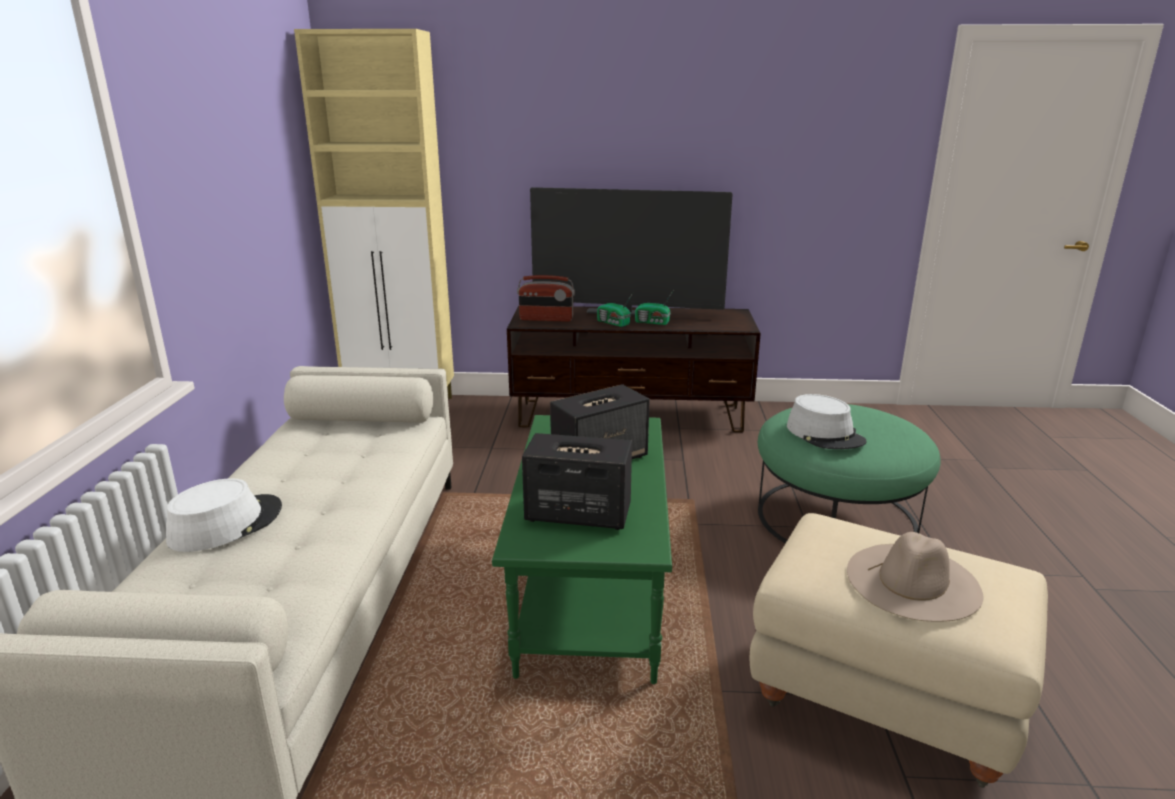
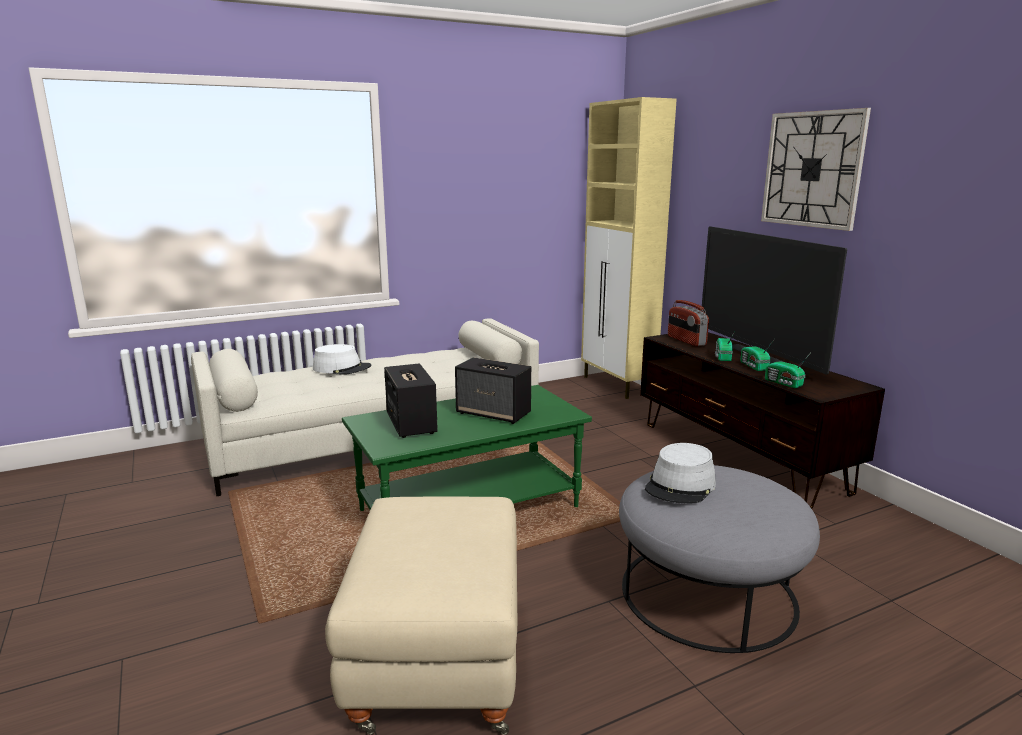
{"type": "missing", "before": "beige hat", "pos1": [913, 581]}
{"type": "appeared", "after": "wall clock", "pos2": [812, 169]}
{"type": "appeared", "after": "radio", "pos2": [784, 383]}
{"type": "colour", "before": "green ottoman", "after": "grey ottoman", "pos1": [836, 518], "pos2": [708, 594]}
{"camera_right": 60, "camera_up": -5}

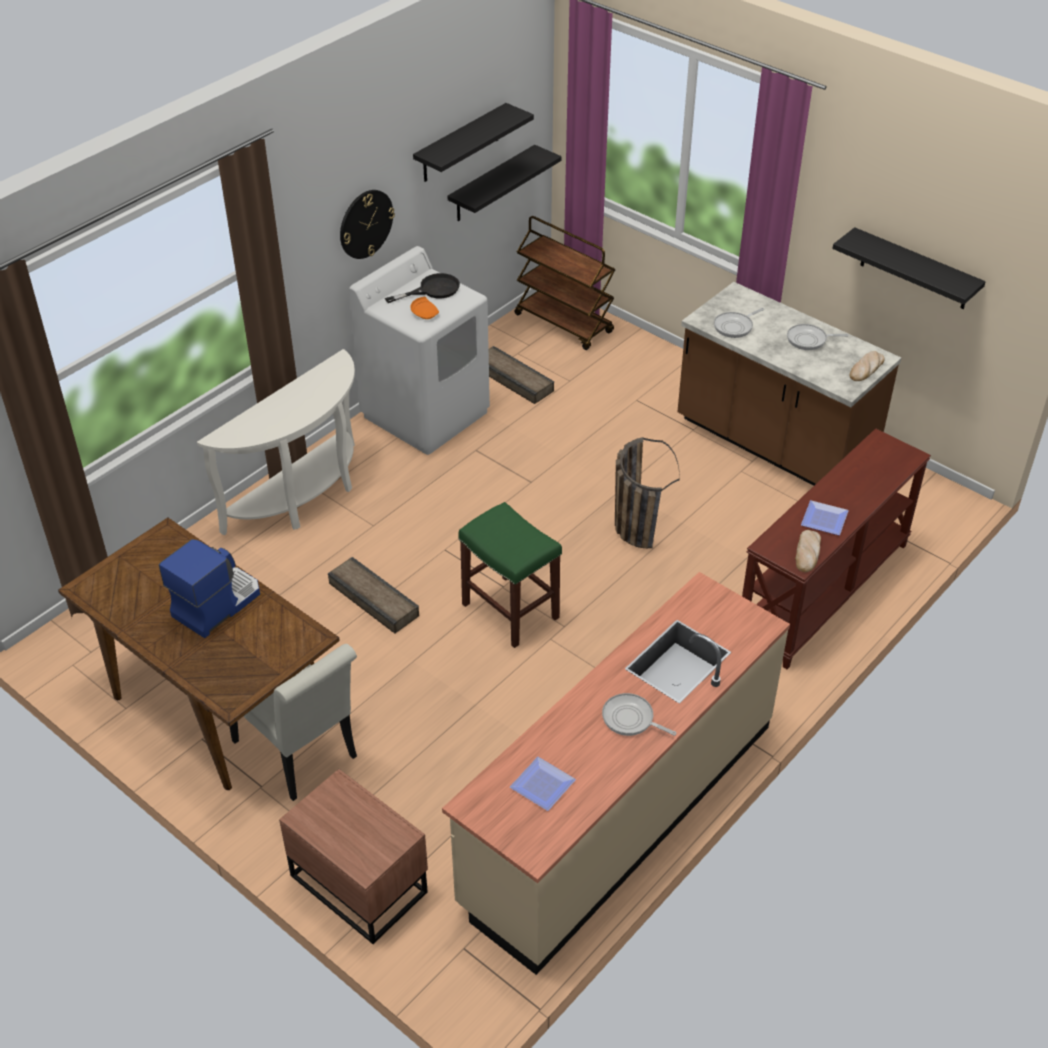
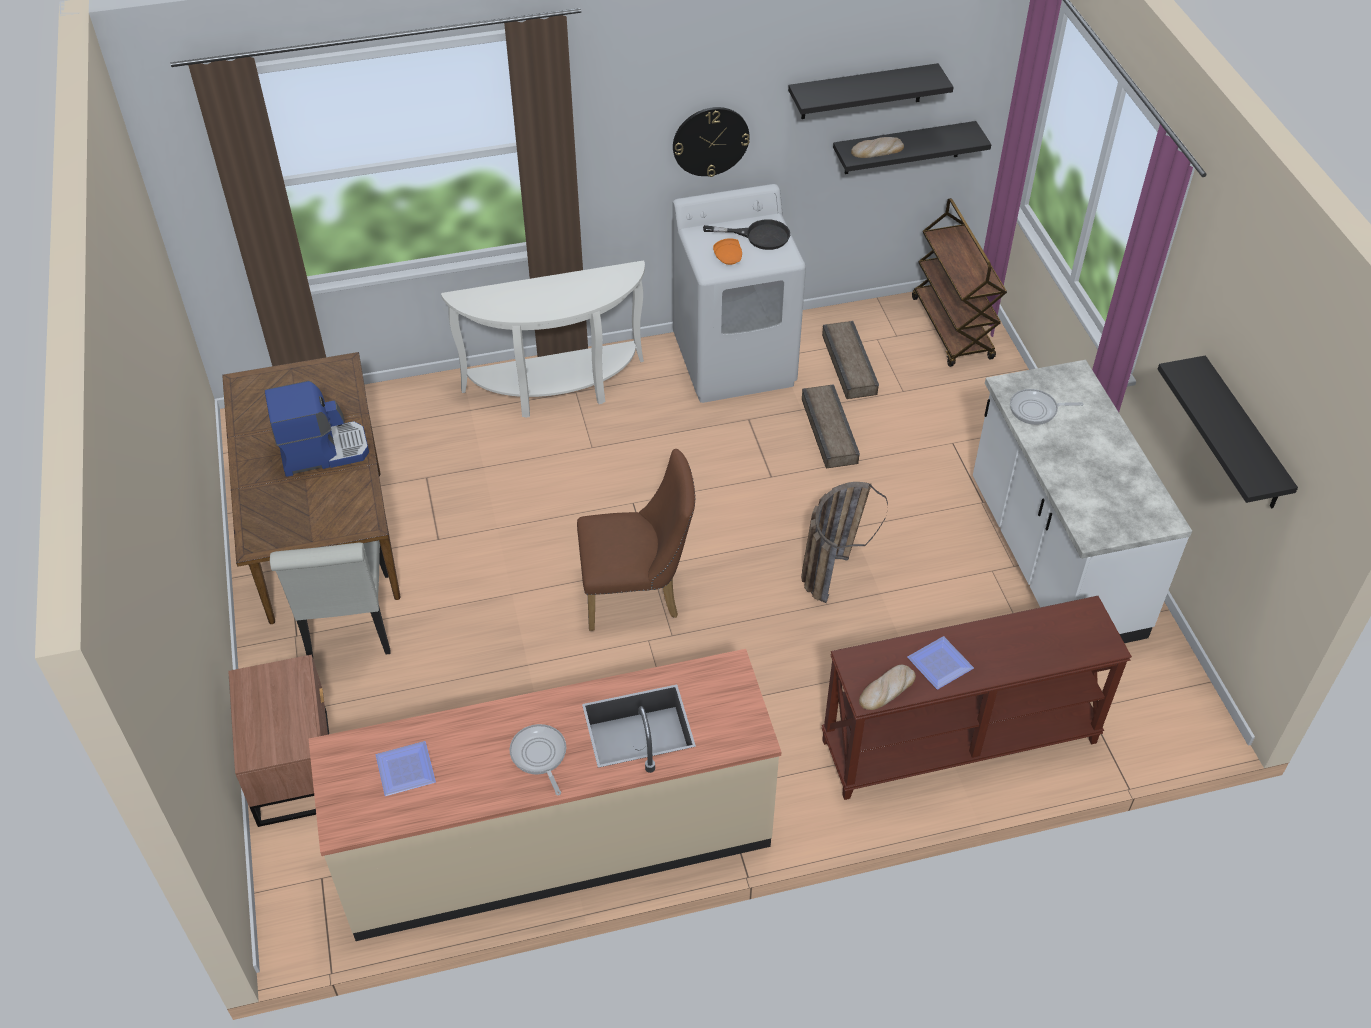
{"type": "missing", "before": "frying pan", "pos1": [809, 340]}
{"type": "relocated", "before": "crate", "pos1": [374, 598], "pos2": [830, 430]}
{"type": "relocated", "before": "bread", "pos1": [866, 369], "pos2": [877, 151]}
{"type": "exchanged", "before": "green stool", "after": "brown chair", "pos1": [511, 611], "pos2": [638, 594]}
{"type": "colour", "before": "brown counter", "after": "white counter", "pos1": [773, 445], "pos2": [1052, 560]}
{"camera_right": 35, "camera_up": 5}

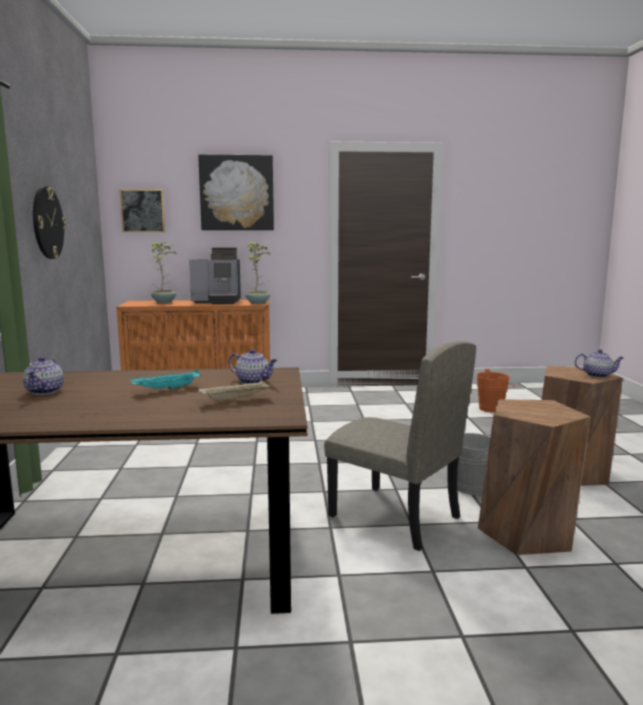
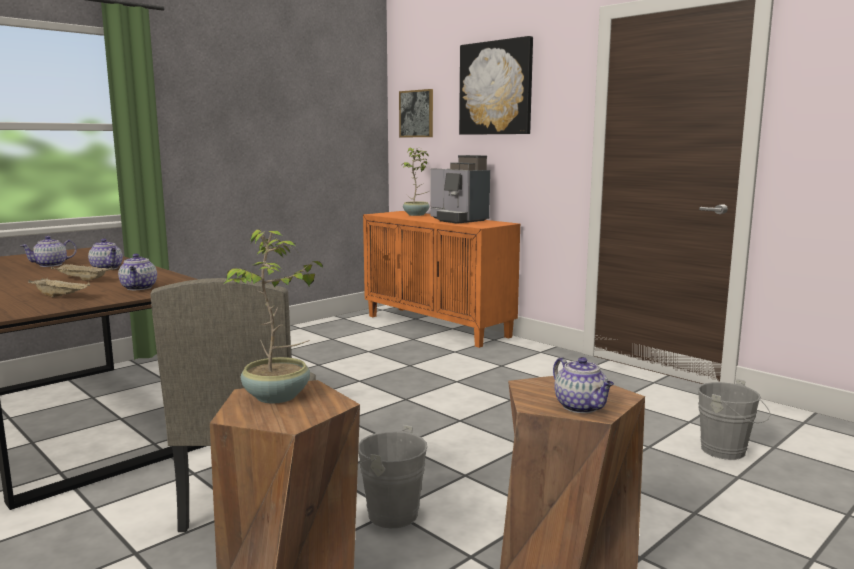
{"type": "missing", "before": "wall clock", "pos1": [47, 223]}
{"type": "appeared", "after": "teapot", "pos2": [107, 268]}
{"type": "relocated", "before": "potted plant", "pos1": [258, 303], "pos2": [278, 397]}
{"type": "colour", "before": "turquoise tray", "after": "beige tray", "pos1": [166, 390], "pos2": [81, 279]}
{"type": "colour", "before": "orange bucket", "after": "grey bucket", "pos1": [493, 408], "pos2": [728, 452]}
{"camera_right": 50, "camera_up": 0}

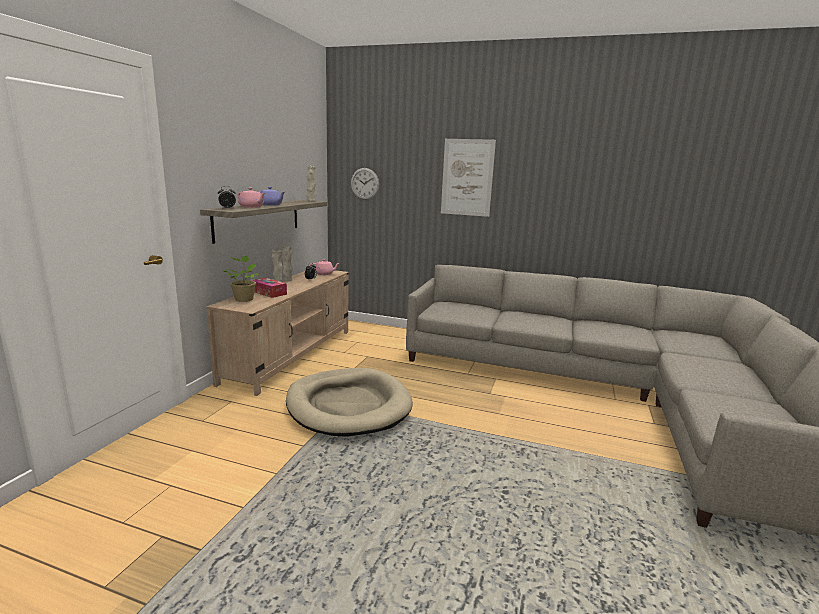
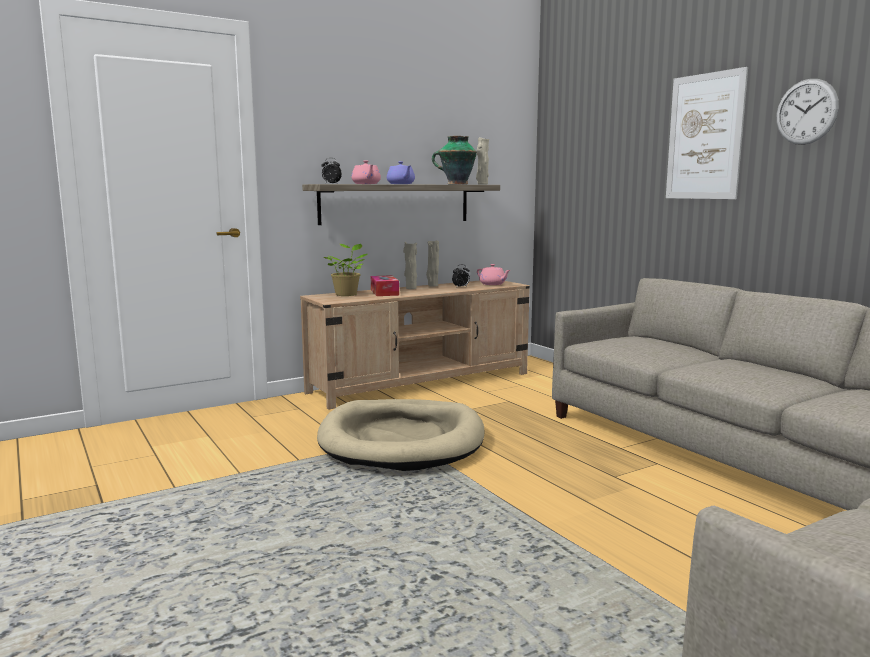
{"type": "appeared", "after": "vase", "pos2": [456, 184]}
{"type": "relocated", "before": "wall clock", "pos1": [364, 183], "pos2": [806, 112]}
{"camera_right": 40, "camera_up": -5}

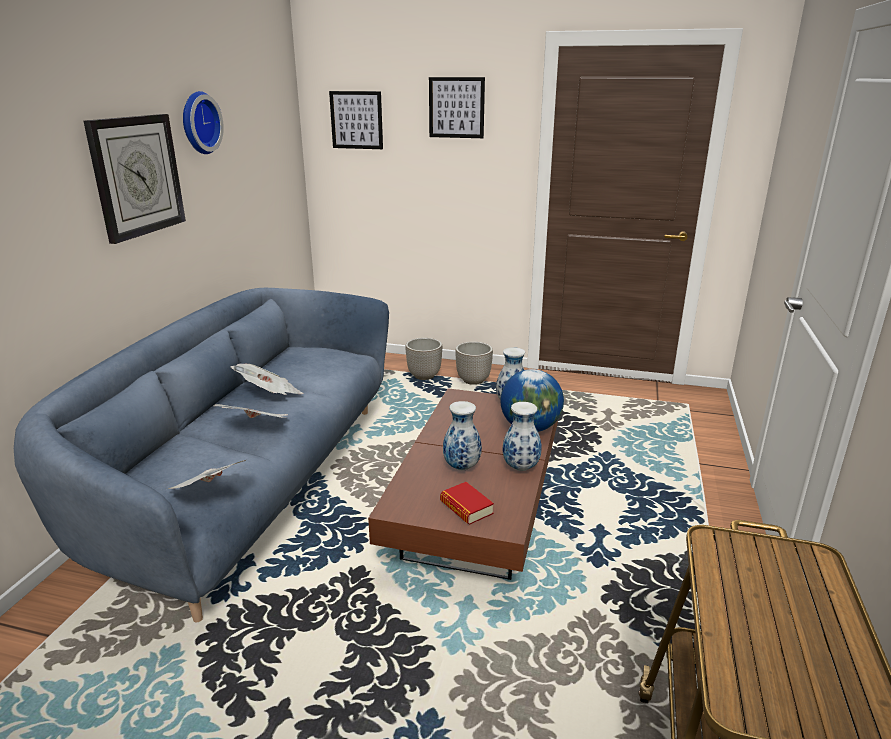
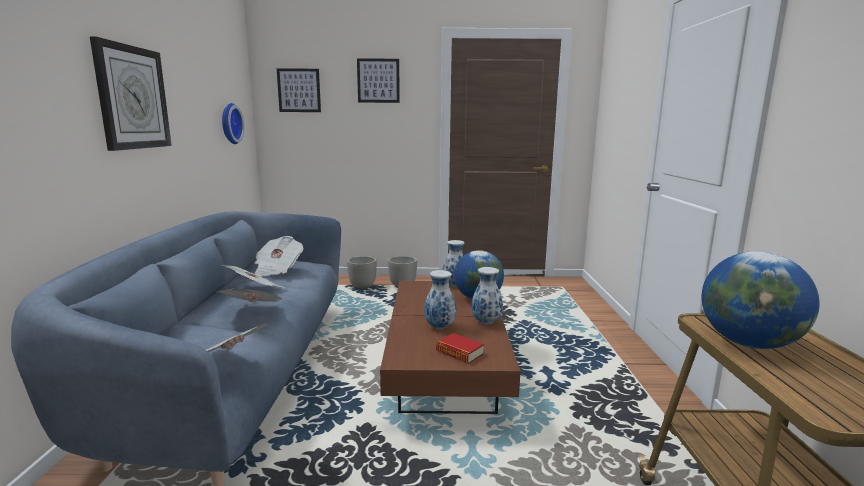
{"type": "appeared", "after": "newspaper", "pos2": [277, 269]}
{"type": "appeared", "after": "globe", "pos2": [749, 343]}
{"type": "relocated", "before": "wall clock", "pos1": [198, 123], "pos2": [229, 123]}
{"camera_right": -15, "camera_up": -10}

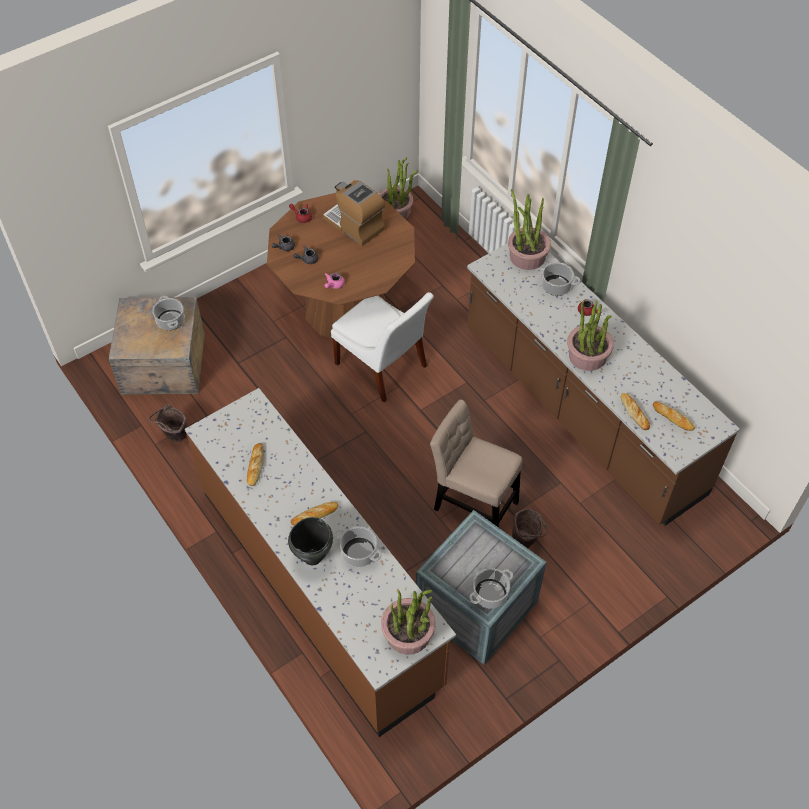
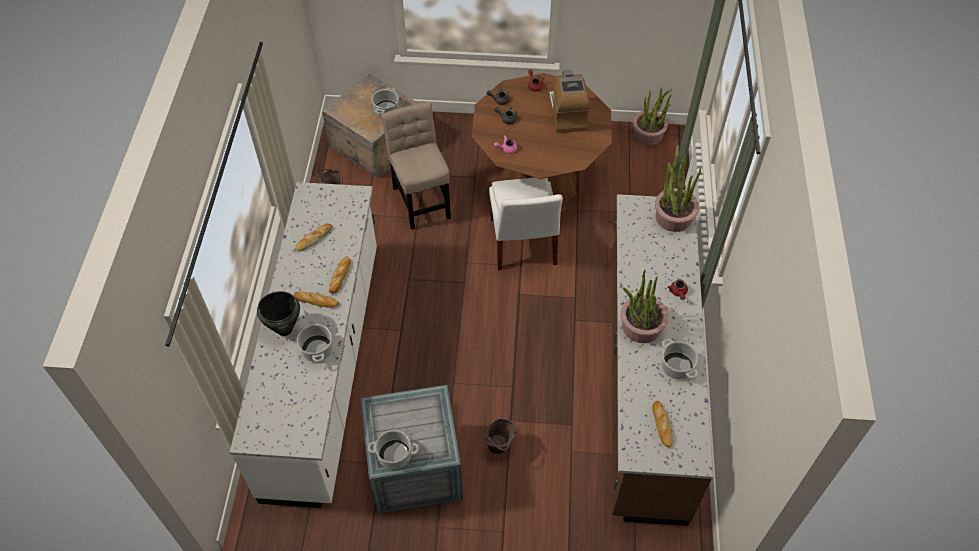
{"type": "missing", "before": "potted plant", "pos1": [408, 634]}
{"type": "relocated", "before": "beige chair", "pos1": [472, 502], "pos2": [421, 199]}
{"type": "relocated", "before": "cooking pot", "pos1": [556, 286], "pos2": [677, 367]}
{"type": "relocated", "before": "bread", "pos1": [634, 413], "pos2": [340, 276]}
{"type": "colour", "before": "brown counter", "after": "white counter", "pos1": [320, 586], "pos2": [325, 368]}
{"camera_right": 40, "camera_up": 0}

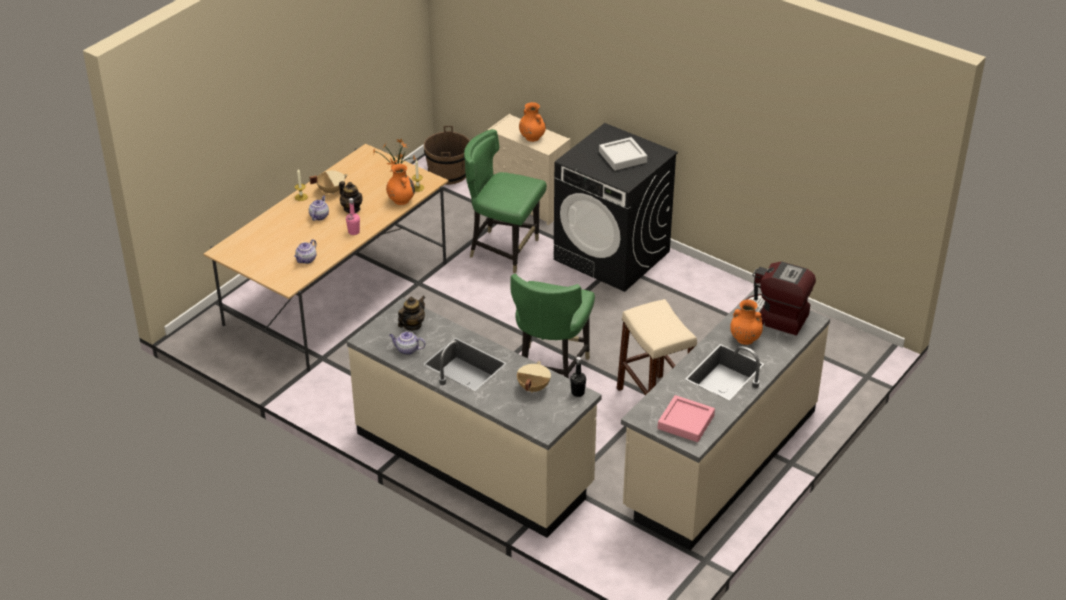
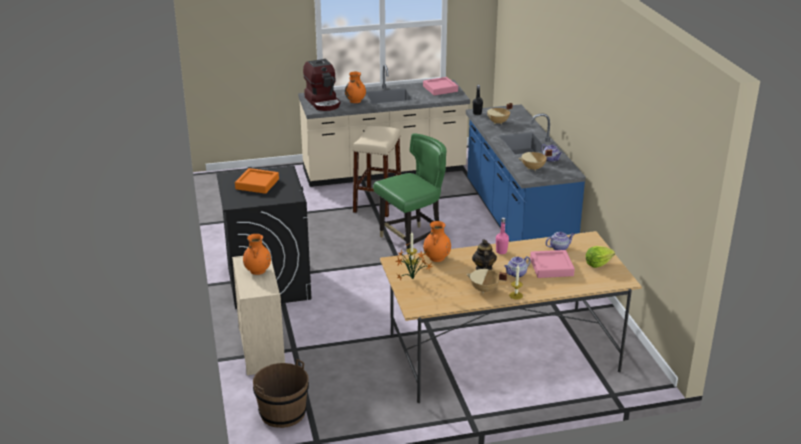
{"type": "missing", "before": "green chair", "pos1": [504, 250]}
{"type": "appeared", "after": "pink tray", "pos2": [551, 267]}
{"type": "appeared", "after": "lettuce", "pos2": [598, 264]}
{"type": "exchanged", "before": "teapot", "after": "beige cooking pot", "pos1": [412, 325], "pos2": [533, 168]}
{"type": "colour", "before": "beige counter", "after": "blue counter", "pos1": [474, 460], "pos2": [516, 221]}
{"type": "colour", "before": "grey tray", "after": "orange tray", "pos1": [622, 157], "pos2": [257, 184]}
{"camera_right": -140, "camera_up": -10}

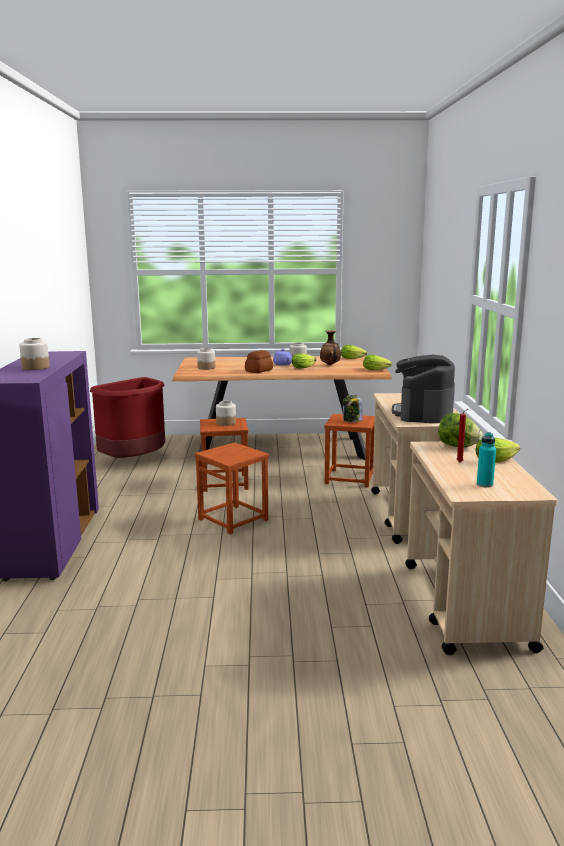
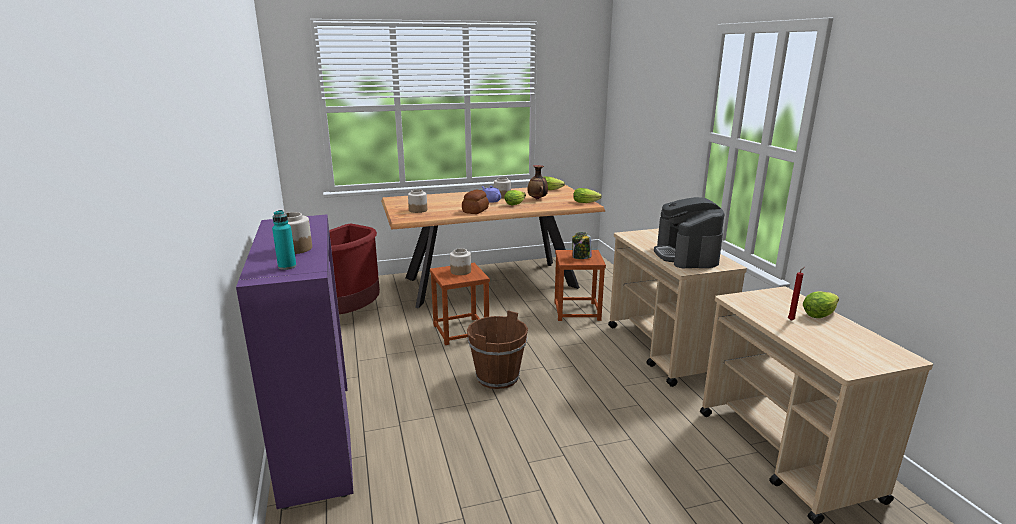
{"type": "missing", "before": "lettuce", "pos1": [457, 446]}
{"type": "relocated", "before": "turquoise bottle", "pos1": [484, 484], "pos2": [287, 266]}
{"type": "exchanged", "before": "brown stool", "after": "brown bucket", "pos1": [233, 519], "pos2": [498, 377]}
{"camera_right": -15, "camera_up": 5}

